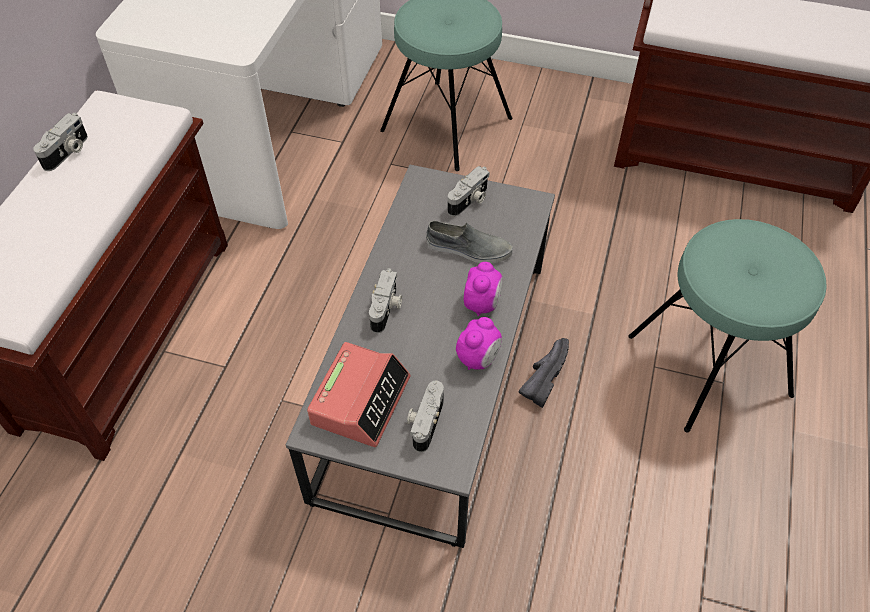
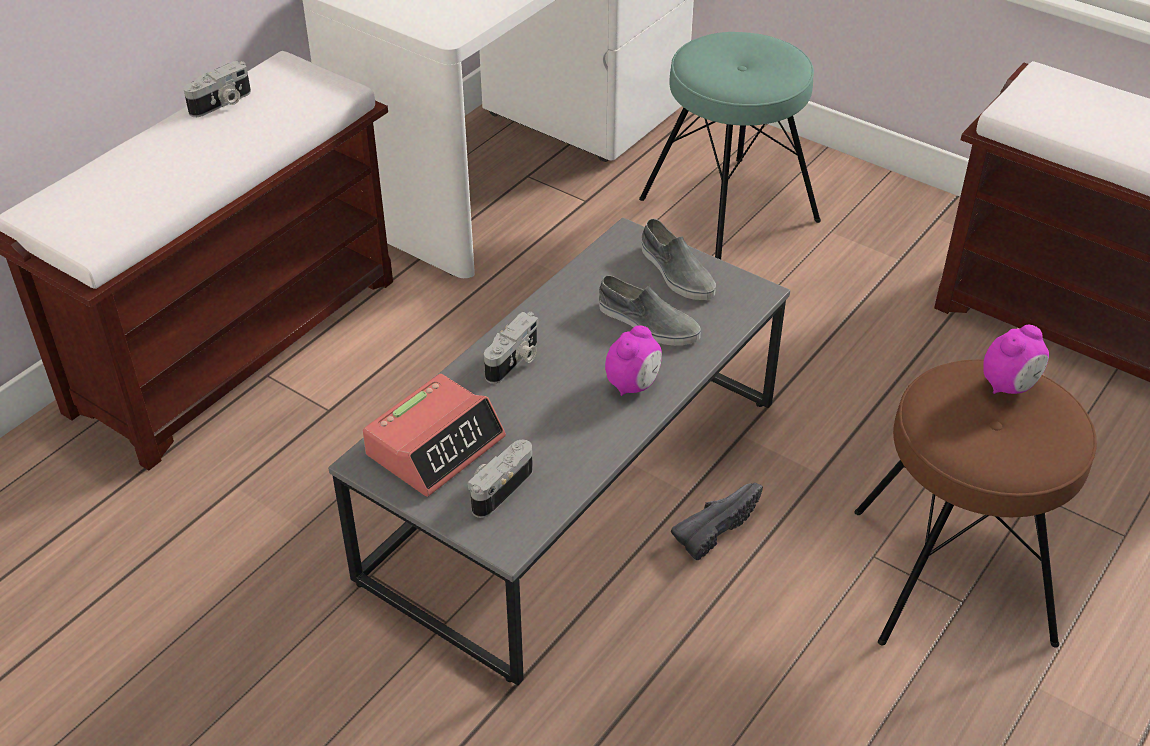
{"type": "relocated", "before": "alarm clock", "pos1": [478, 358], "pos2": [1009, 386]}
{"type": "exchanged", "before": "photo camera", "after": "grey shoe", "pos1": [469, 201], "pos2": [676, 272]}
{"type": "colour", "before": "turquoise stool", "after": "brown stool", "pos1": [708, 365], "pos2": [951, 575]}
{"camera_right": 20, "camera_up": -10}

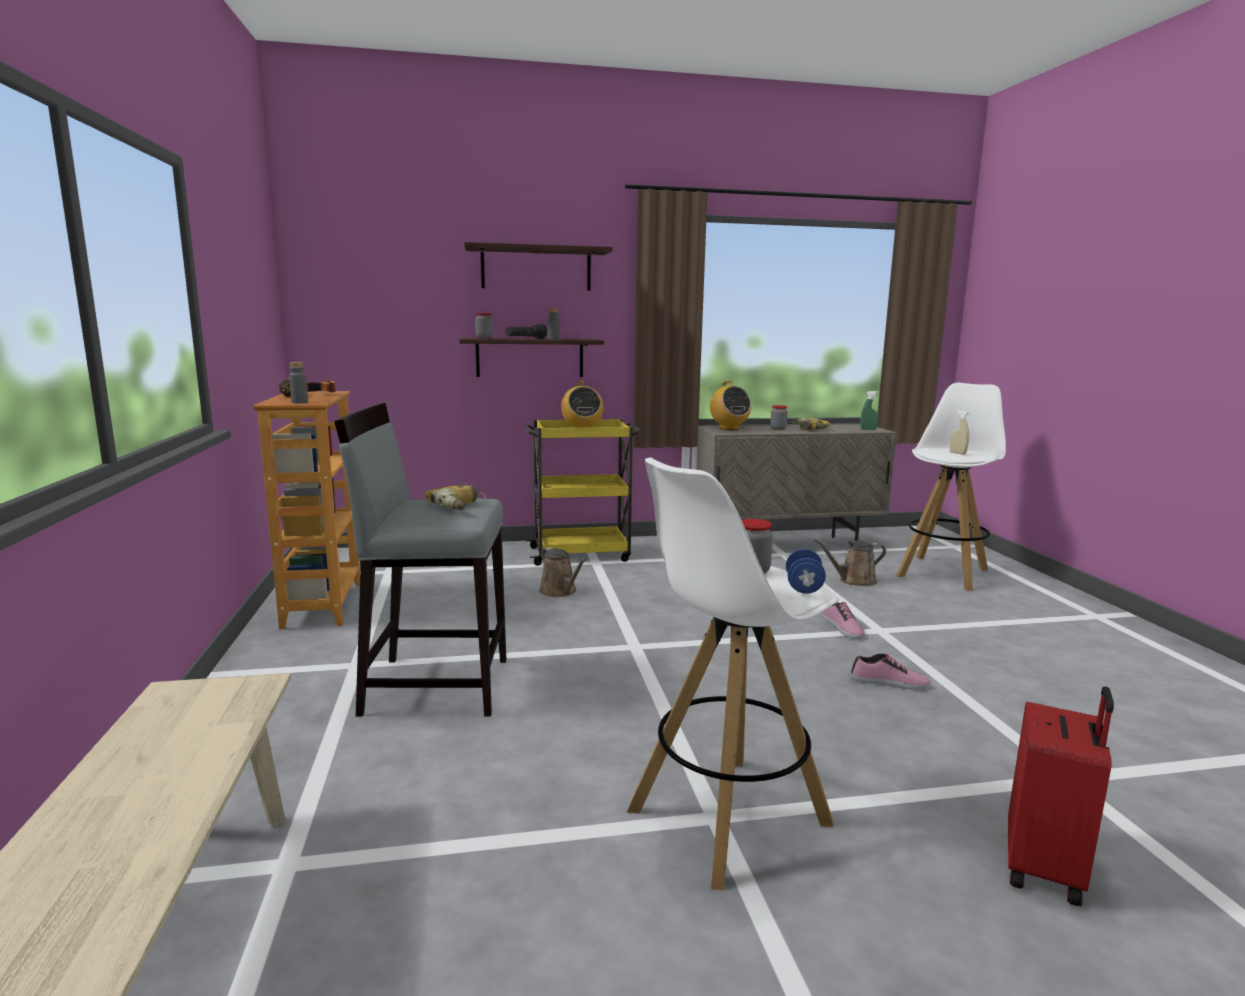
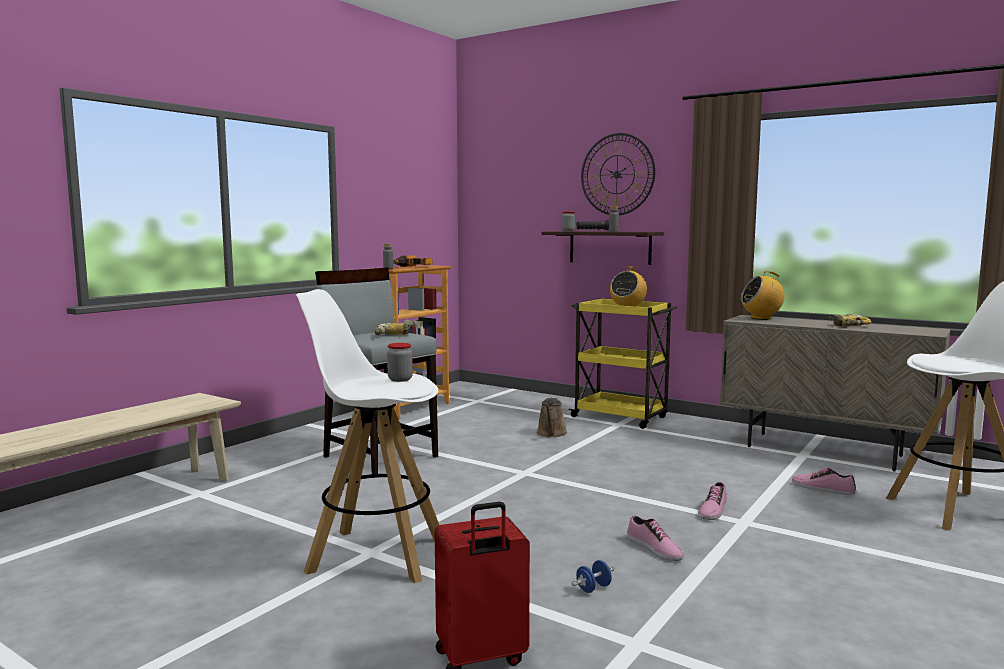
{"type": "missing", "before": "jar", "pos1": [778, 429]}
{"type": "missing", "before": "green spray bottle", "pos1": [868, 429]}
{"type": "missing", "before": "beige spray bottle", "pos1": [957, 453]}
{"type": "relocated", "before": "blue dumbbell", "pos1": [803, 588], "pos2": [593, 588]}
{"type": "exchanged", "before": "shelf", "after": "wall clock", "pos1": [536, 269], "pos2": [617, 174]}
{"type": "exchanged", "before": "brown watering can", "after": "shoe", "pos1": [854, 581], "pos2": [822, 488]}
{"type": "spun", "before": "radio", "pos1": [729, 428], "pos2": [761, 318], "turn": 60}
{"camera_right": 45, "camera_up": -5}

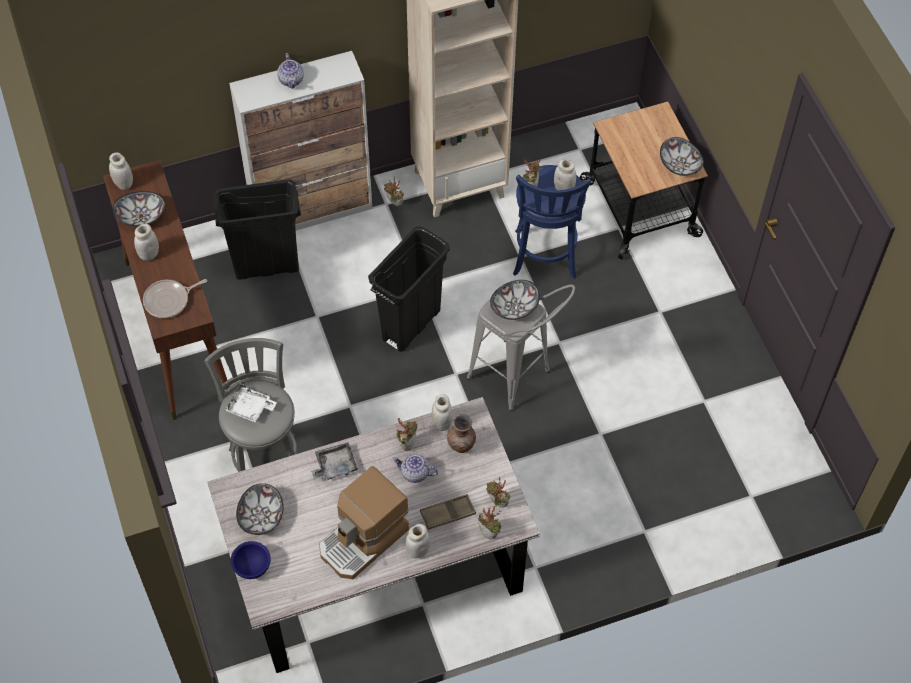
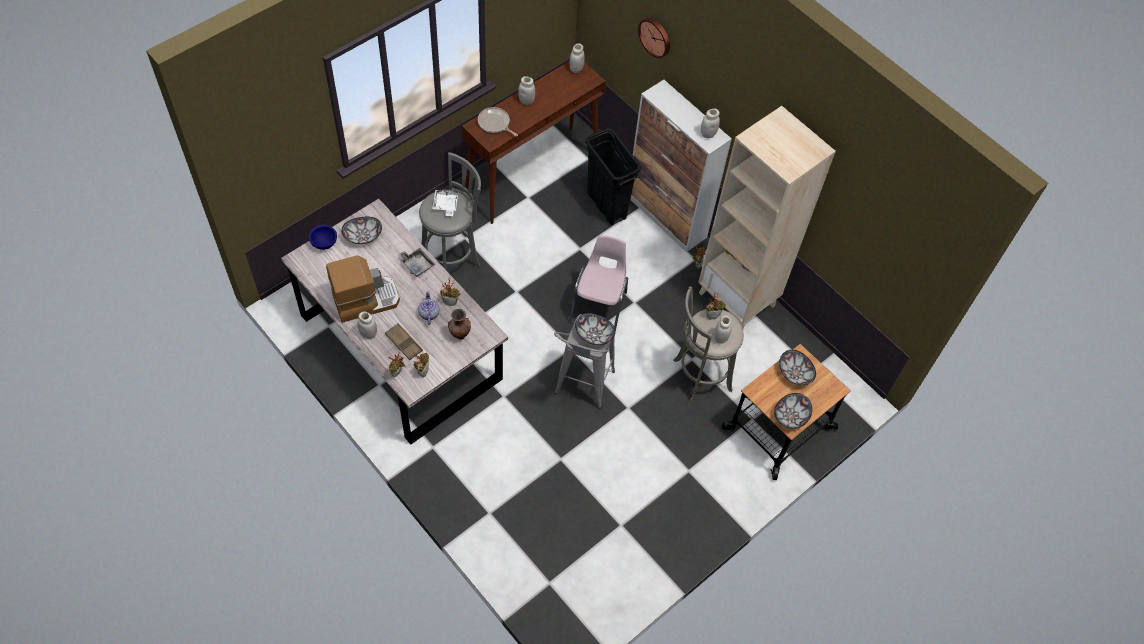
{"type": "missing", "before": "teapot", "pos1": [291, 80]}
{"type": "appeared", "after": "wall clock", "pos2": [655, 36]}
{"type": "relocated", "before": "bowl", "pos1": [141, 217], "pos2": [794, 373]}
{"type": "relocated", "before": "white jar", "pos1": [442, 423], "pos2": [708, 134]}
{"type": "exchanged", "before": "black trash can", "after": "pink chair", "pos1": [411, 324], "pos2": [599, 307]}
{"type": "colour", "before": "blue stool", "after": "grey stool", "pos1": [545, 258], "pos2": [699, 376]}
{"type": "spun", "before": "coffee machine", "pos1": [364, 540], "pos2": [365, 299], "turn": 135}
{"camera_right": 65, "camera_up": 0}

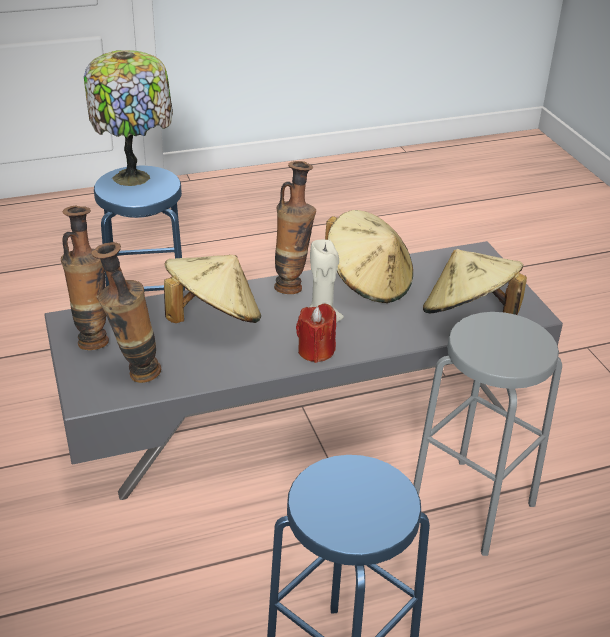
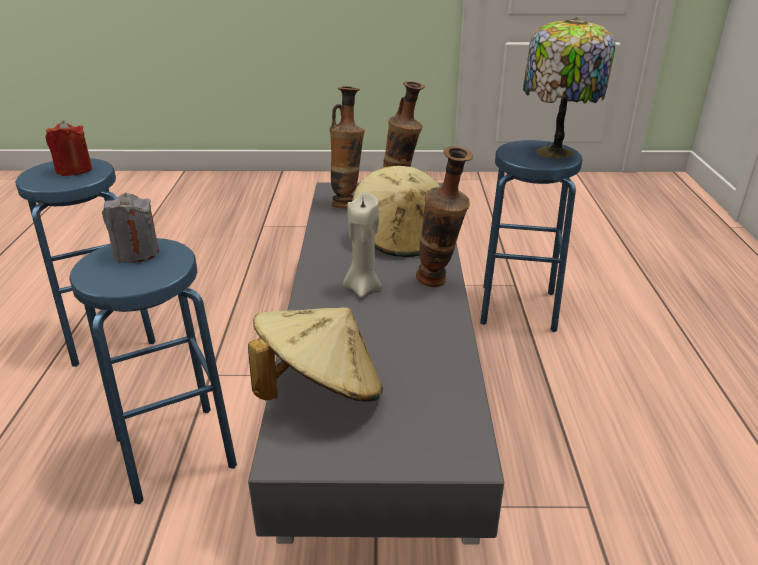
{"type": "missing", "before": "beige hat", "pos1": [368, 283]}
{"type": "appeared", "after": "grey candle", "pos2": [136, 253]}
{"type": "relocated", "before": "red candle", "pos1": [316, 351], "pos2": [74, 170]}
{"type": "colour", "before": "grey stool", "after": "blue stool", "pos1": [472, 505], "pos2": [175, 452]}
{"camera_right": 110, "camera_up": -5}

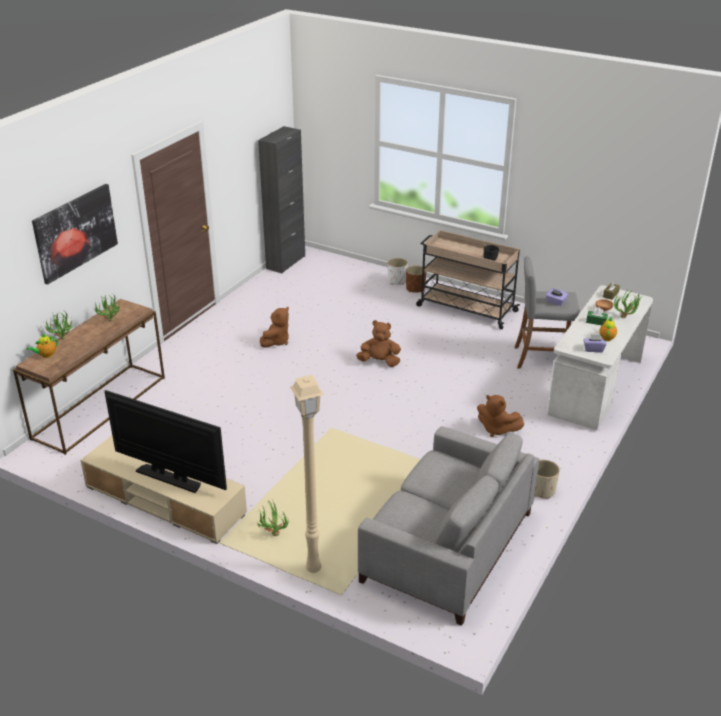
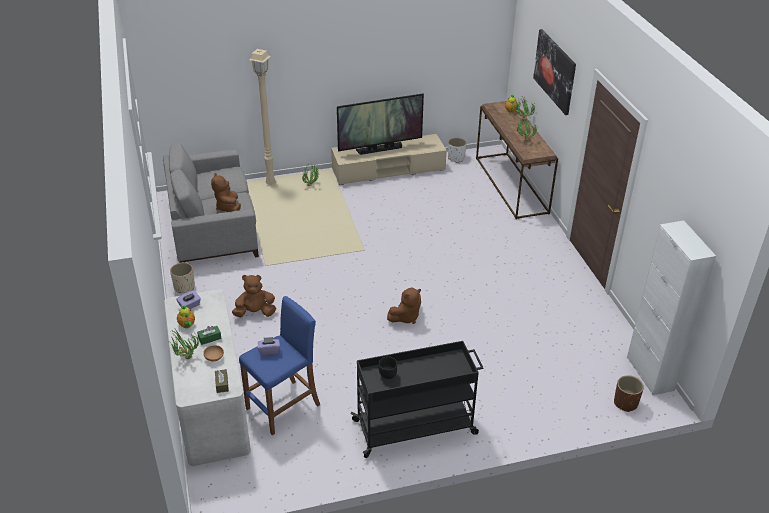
{"type": "relocated", "before": "brown plush toy", "pos1": [276, 341], "pos2": [228, 207]}
{"type": "relocated", "before": "white planter", "pos1": [397, 281], "pos2": [456, 158]}
{"type": "relocated", "before": "brown planter", "pos1": [415, 289], "pos2": [625, 403]}
{"type": "colour", "before": "black cabinet", "after": "white cabinet", "pos1": [286, 262], "pos2": [650, 373]}
{"type": "colour", "before": "beige cart", "after": "black cart", "pos1": [465, 308], "pos2": [416, 427]}
{"type": "colour", "before": "grey stool", "after": "blue stool", "pos1": [542, 358], "pos2": [283, 407]}
{"camera_right": 135, "camera_up": 5}

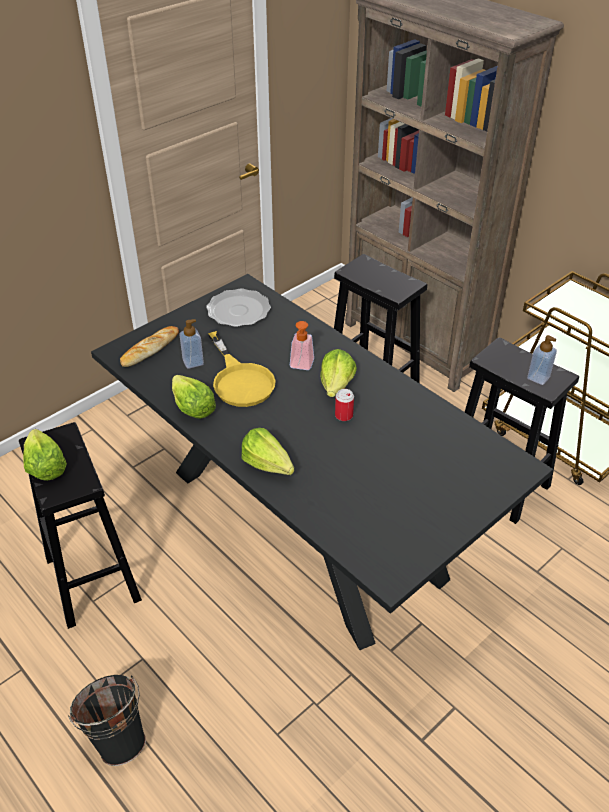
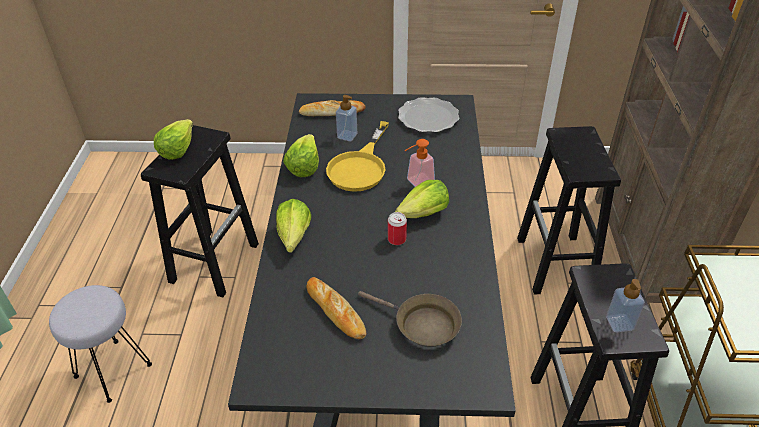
{"type": "appeared", "after": "bread", "pos2": [335, 311]}
{"type": "appeared", "after": "brown frying pan", "pos2": [422, 325]}
{"type": "exchanged", "before": "black bucket", "after": "grey stool", "pos1": [117, 737], "pos2": [114, 369]}
{"camera_right": 45, "camera_up": 0}

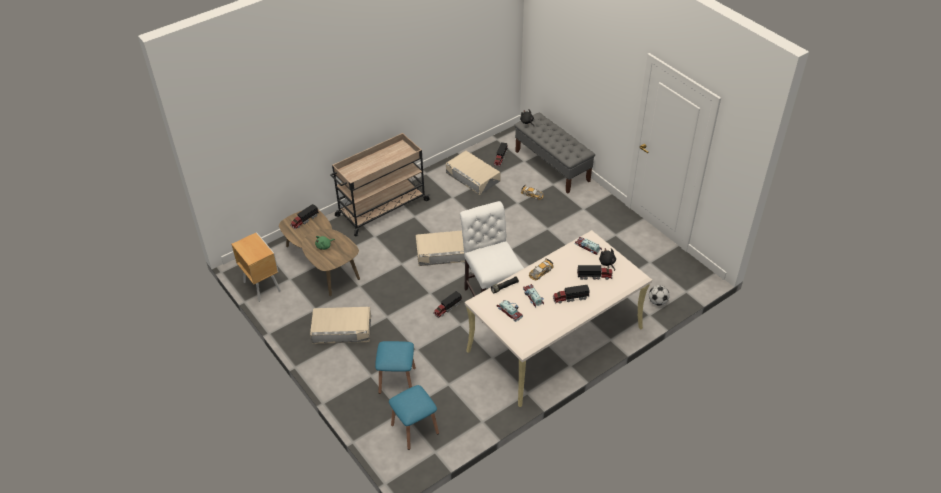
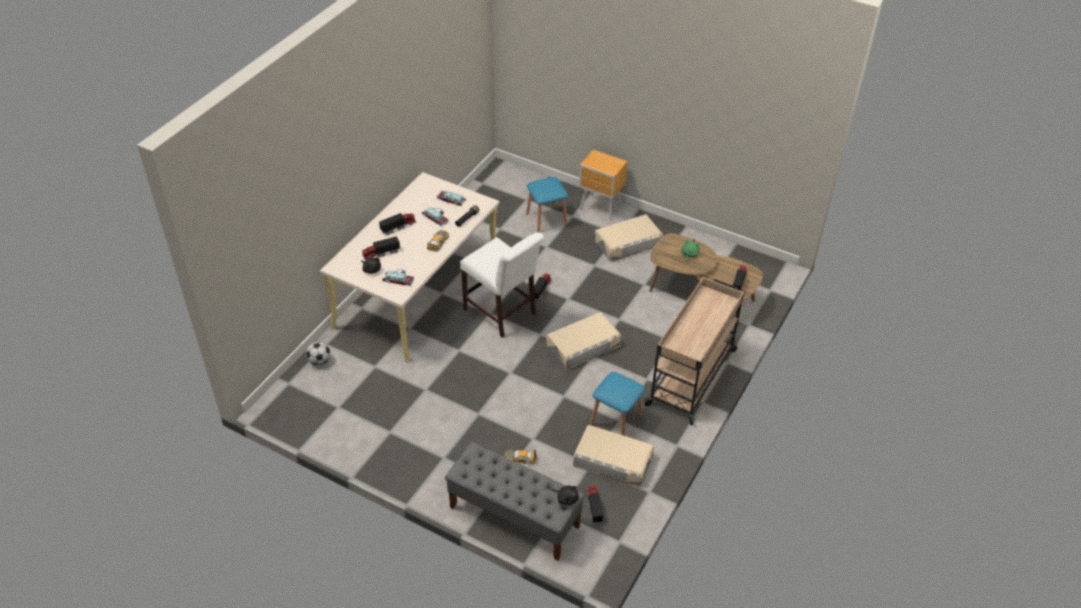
{"type": "relocated", "before": "brown nightstand", "pos1": [262, 286], "pos2": [601, 208]}
{"type": "relocated", "before": "blue stool", "pos1": [415, 429], "pos2": [616, 420]}
{"camera_right": 155, "camera_up": 0}

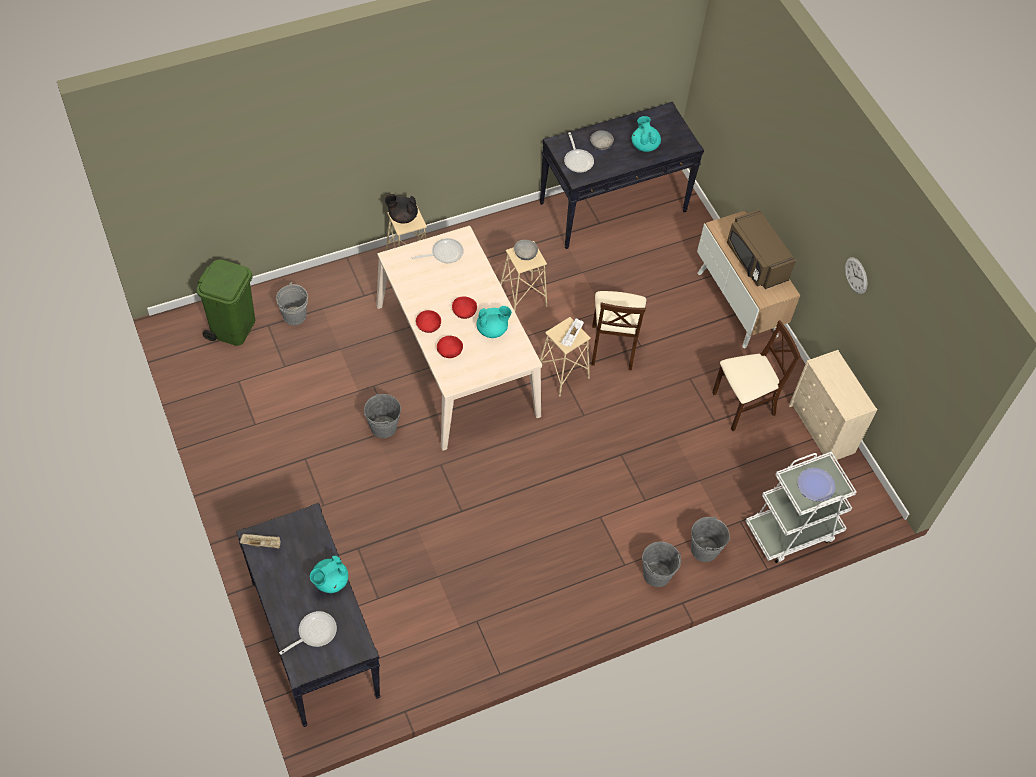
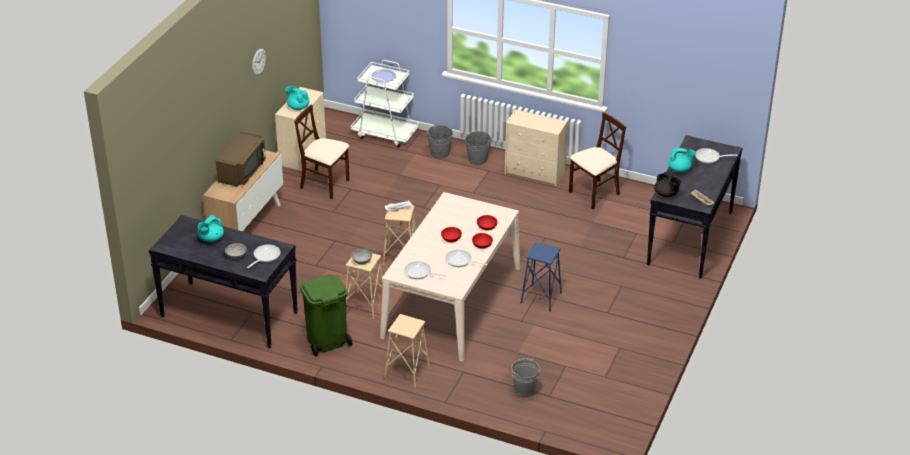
{"type": "appeared", "after": "frying pan", "pos2": [461, 261]}
{"type": "appeared", "after": "beige dresser", "pos2": [535, 173]}
{"type": "relocated", "before": "green trash can", "pos1": [233, 327], "pos2": [326, 341]}
{"type": "relocated", "before": "black teapot", "pos1": [402, 216], "pos2": [666, 194]}
{"type": "relocated", "before": "turquoise teapot", "pos1": [492, 329], "pos2": [298, 107]}
{"type": "relocated", "before": "beige chair", "pos1": [613, 346], "pos2": [594, 194]}
{"type": "exchanged", "before": "grey bucket", "after": "blue stool", "pos1": [383, 427], "pos2": [541, 298]}
{"camera_right": -130, "camera_up": -20}

